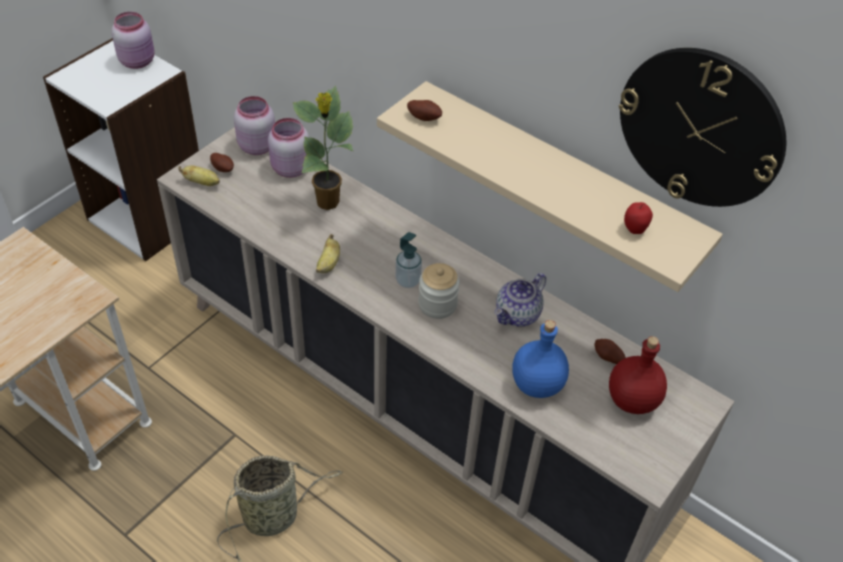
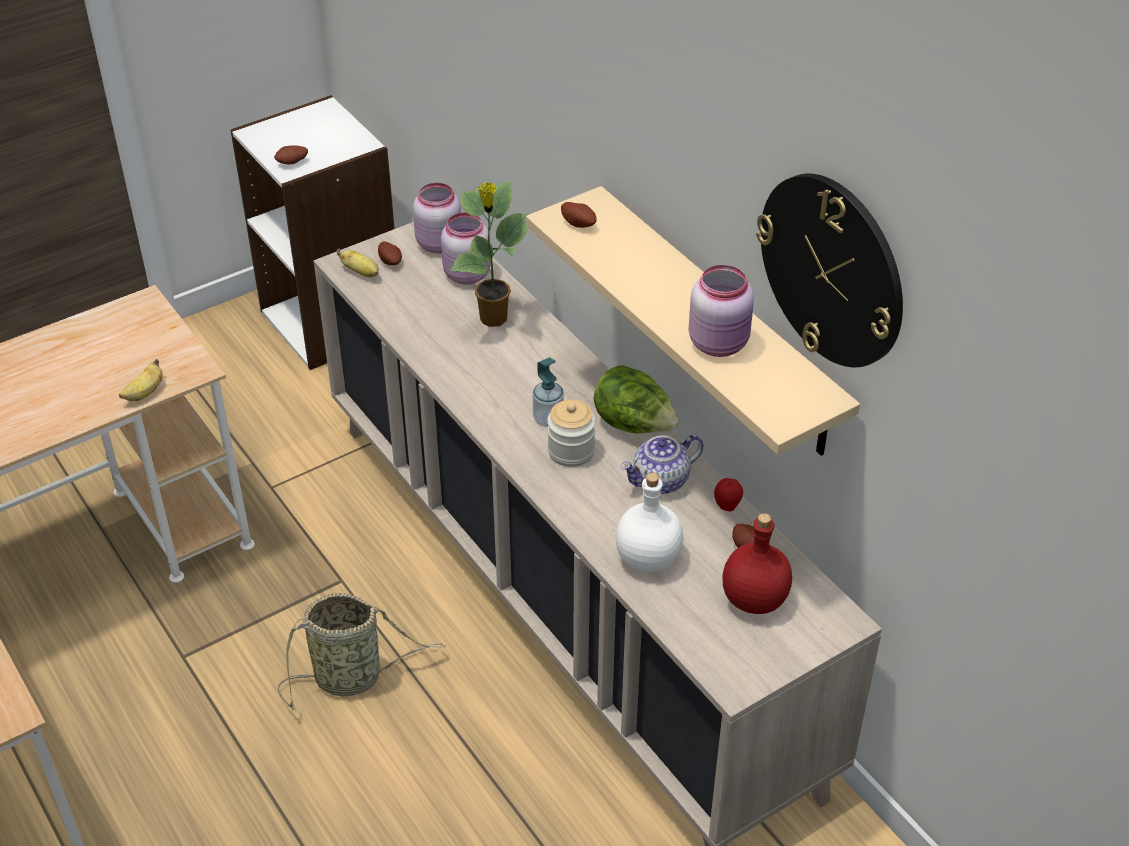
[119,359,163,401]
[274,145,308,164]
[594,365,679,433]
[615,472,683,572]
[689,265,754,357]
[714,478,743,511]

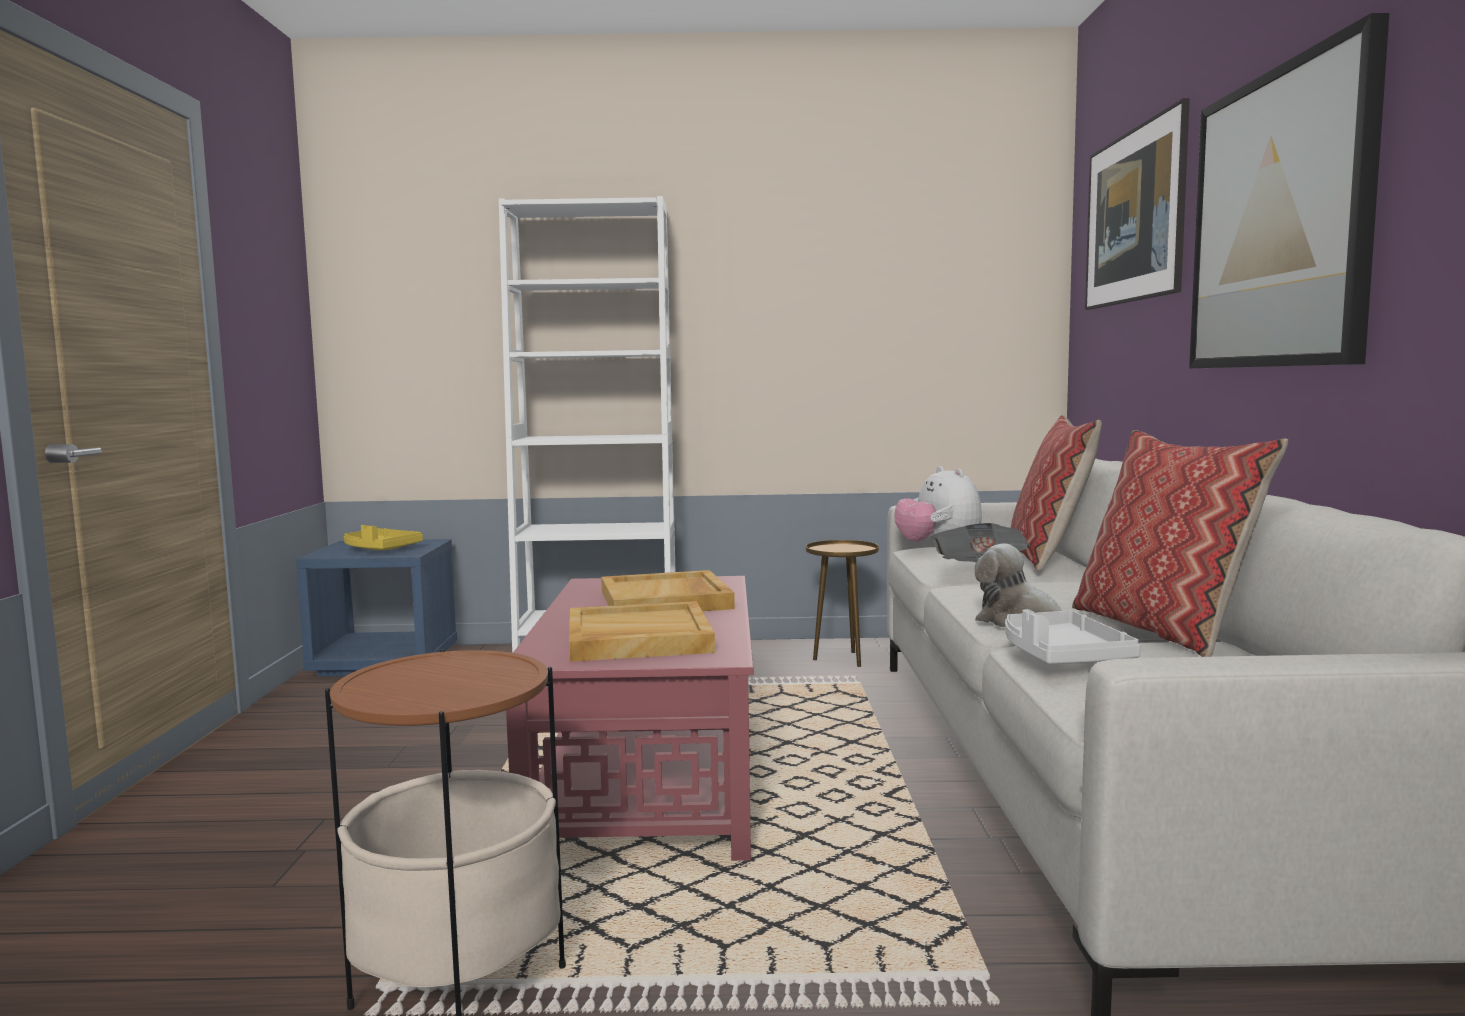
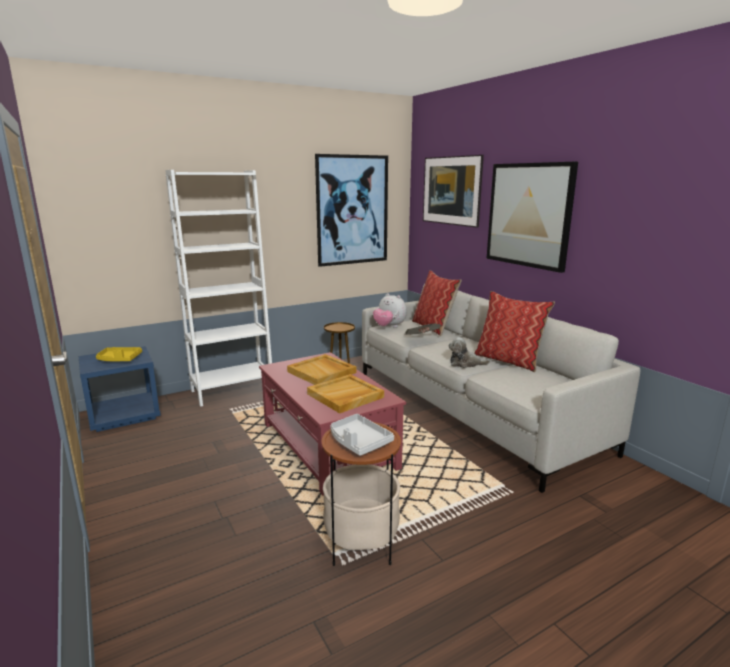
[315,154,388,267]
[330,414,394,456]

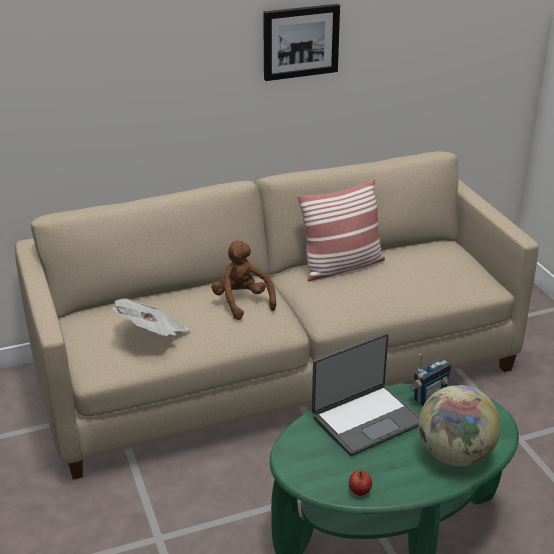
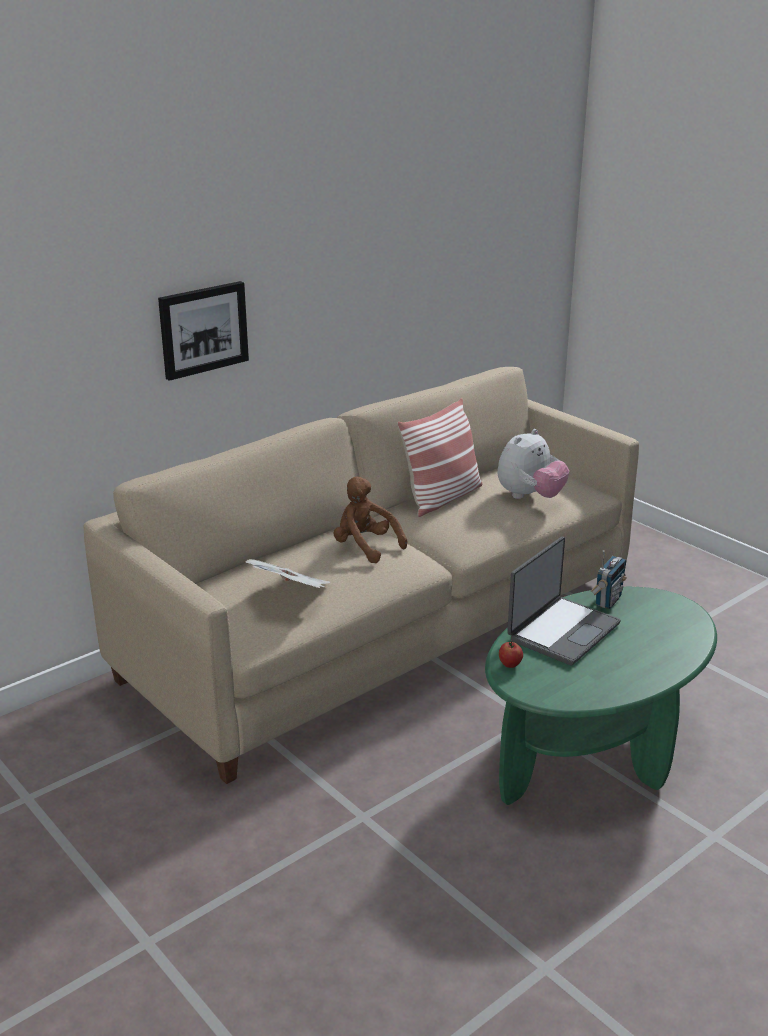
[158,281,249,381]
[498,429,569,499]
[499,641,523,668]
[419,385,501,466] (first image)

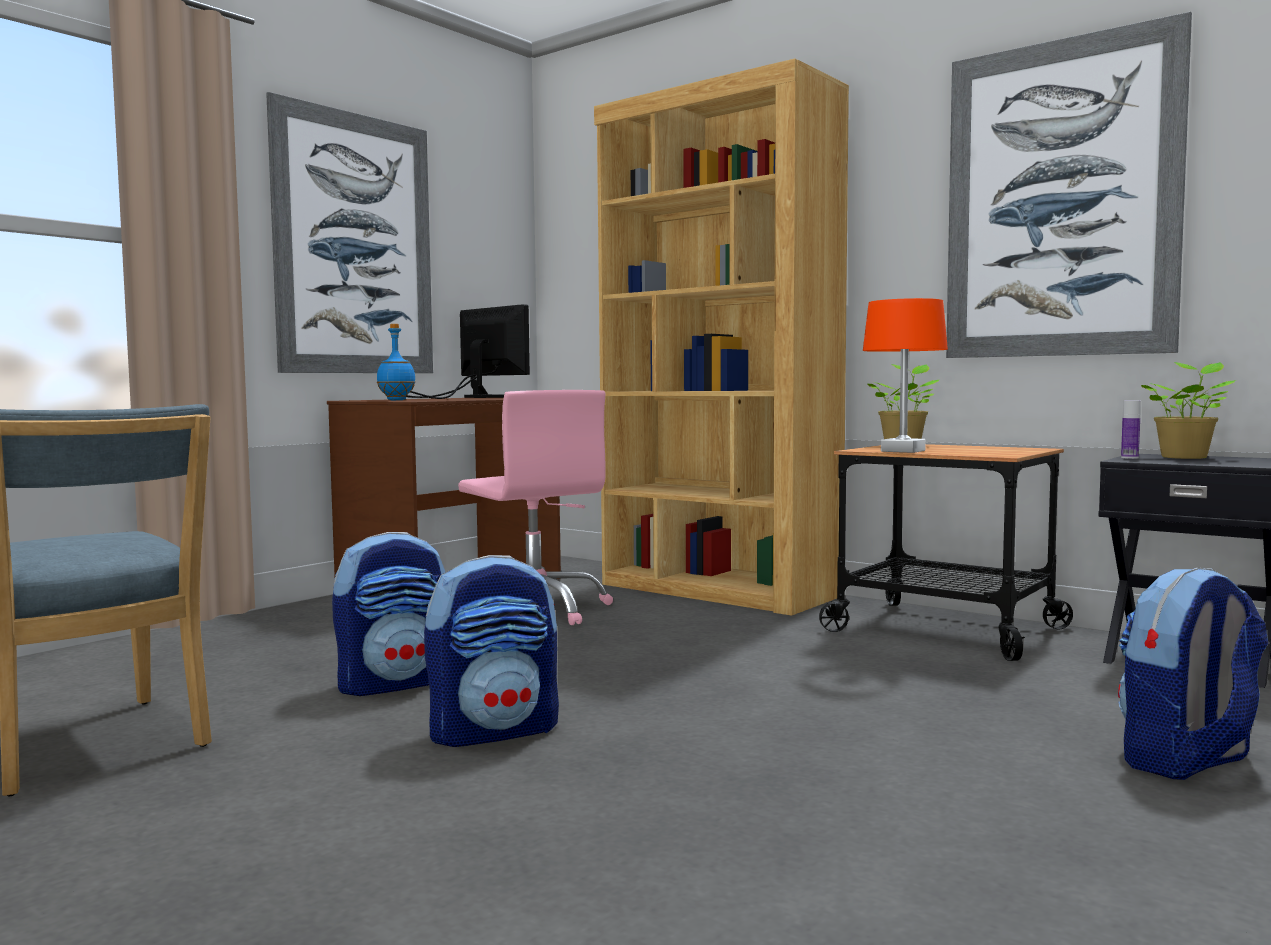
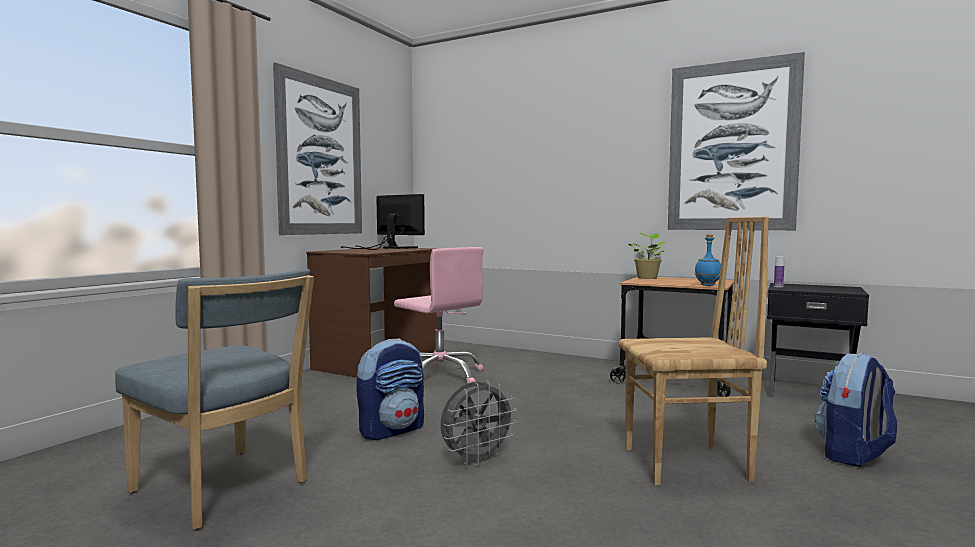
[441,380,517,466]
[619,217,769,485]
[695,234,721,286]
[594,58,849,616] (first image)
[863,298,948,453] (first image)
[1141,362,1236,459] (first image)

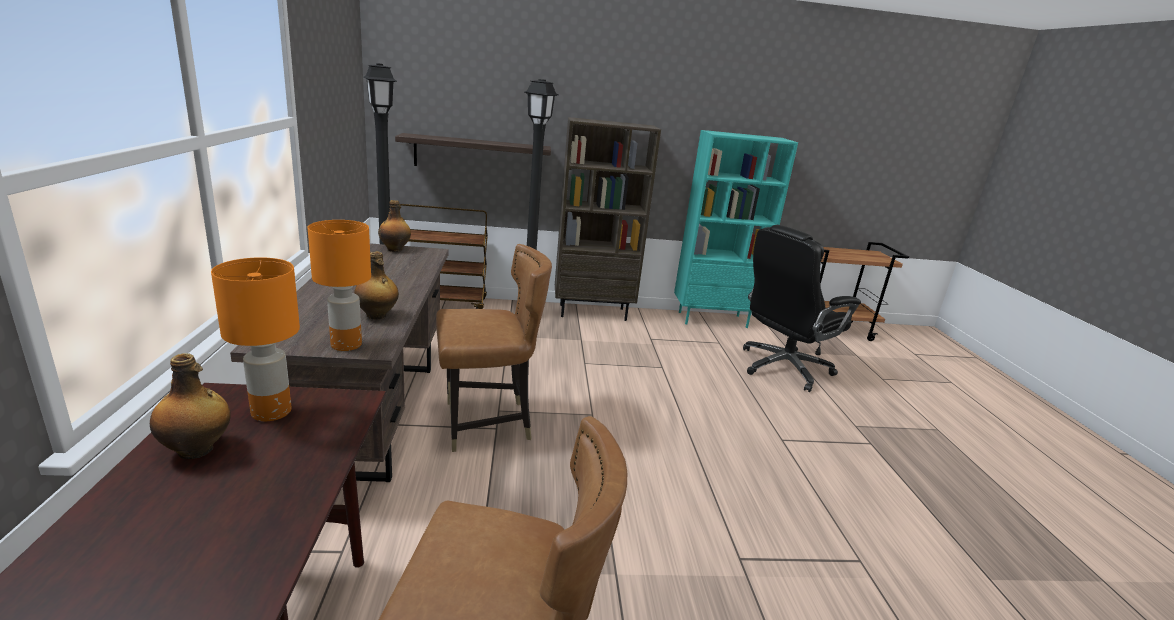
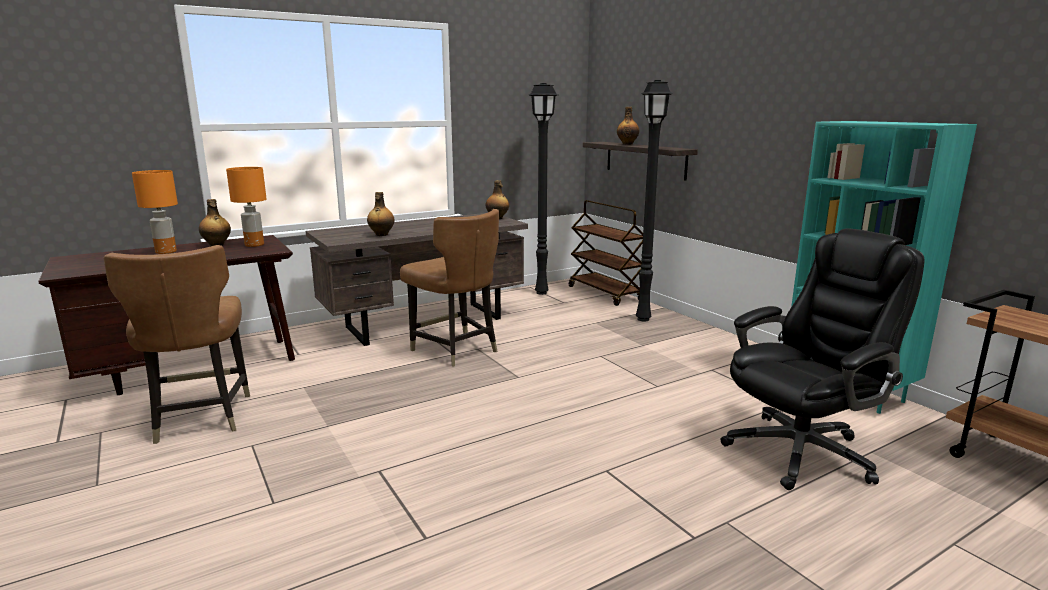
[132,170,178,254]
[617,107,639,145]
[720,229,924,490]
[555,117,661,321] (first image)

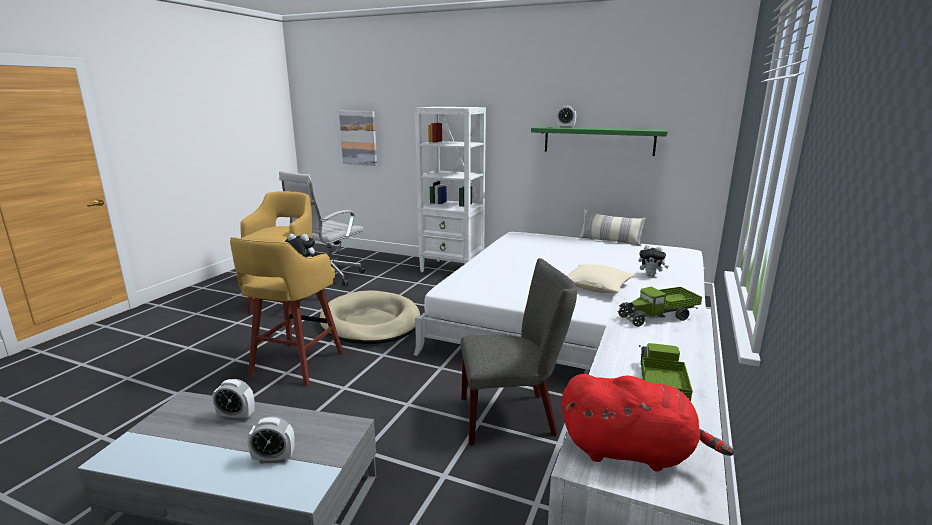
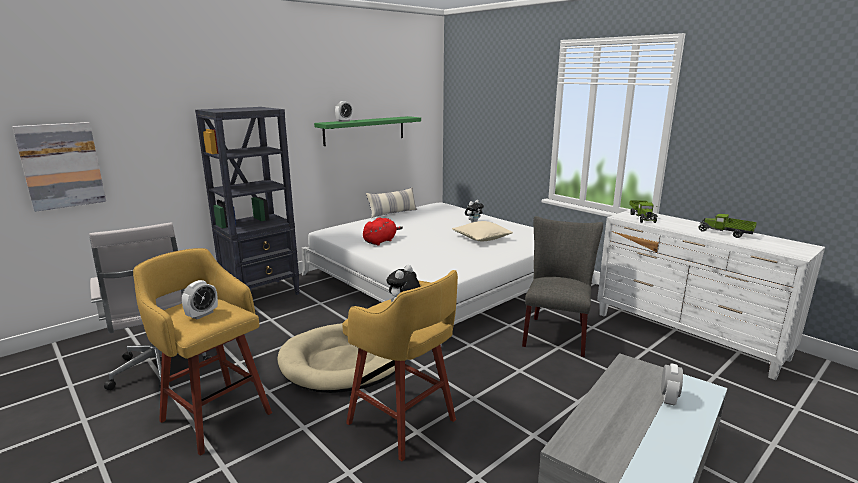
[182,280,218,319]
[195,107,300,295]
[363,217,403,246]

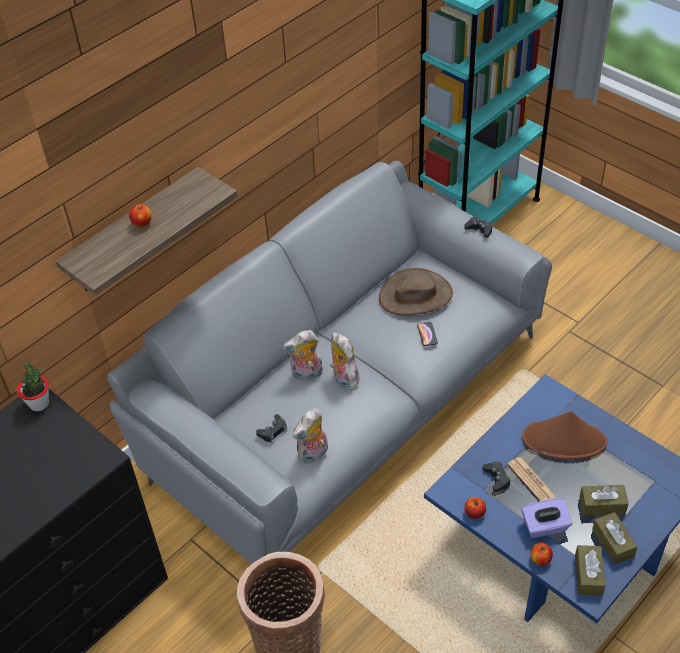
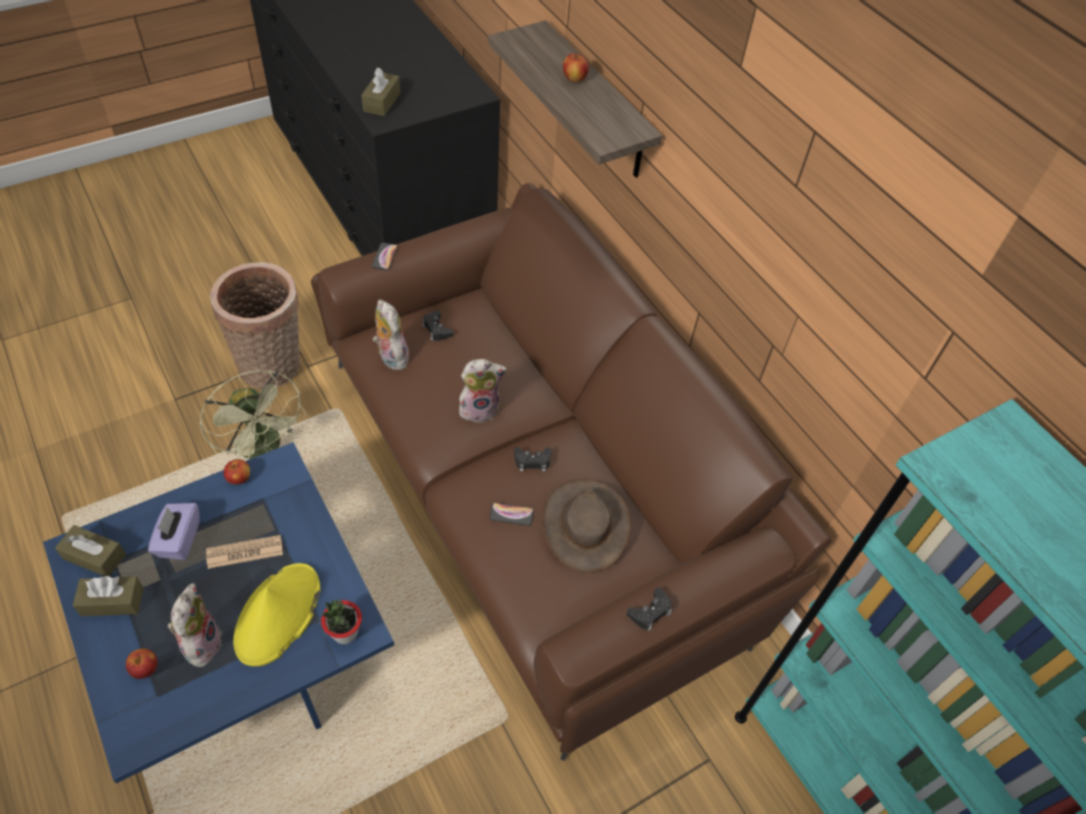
[126,649,157,679]
[168,583,222,668]
[200,370,306,461]
[233,563,320,666]
[311,183,832,761]
[321,598,362,644]
[361,68,401,116]
[372,243,398,270]
[514,447,552,472]

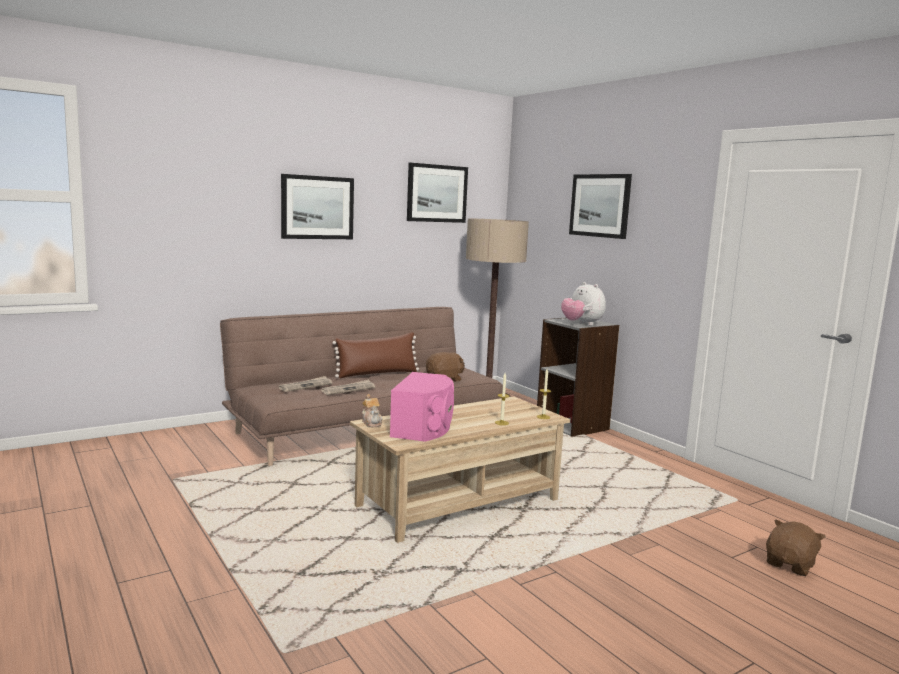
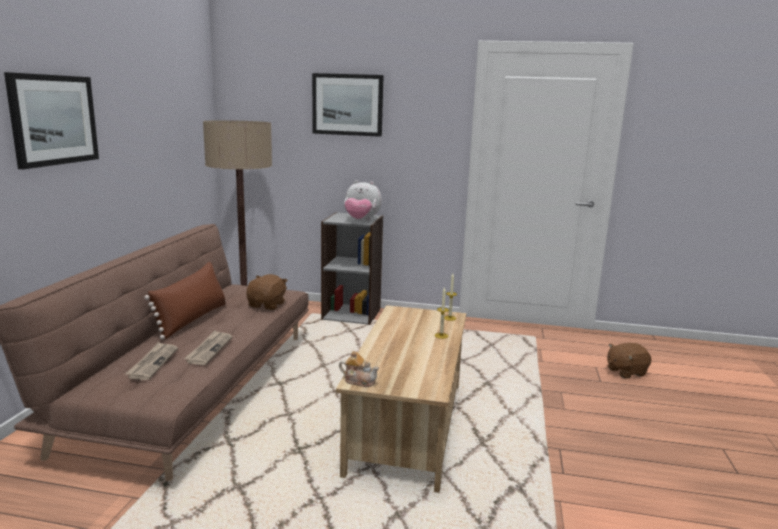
[607,343,651,379]
[390,372,454,442] (first image)
[407,163,468,223] (first image)

